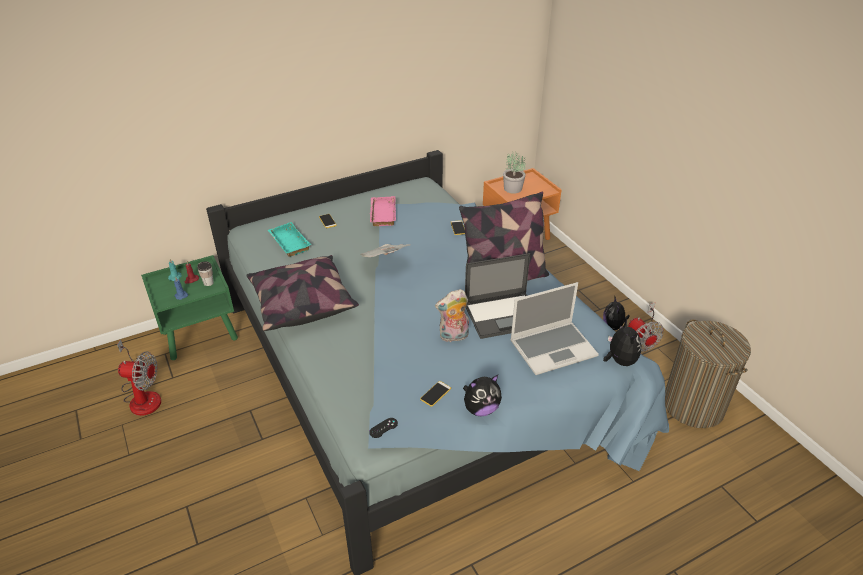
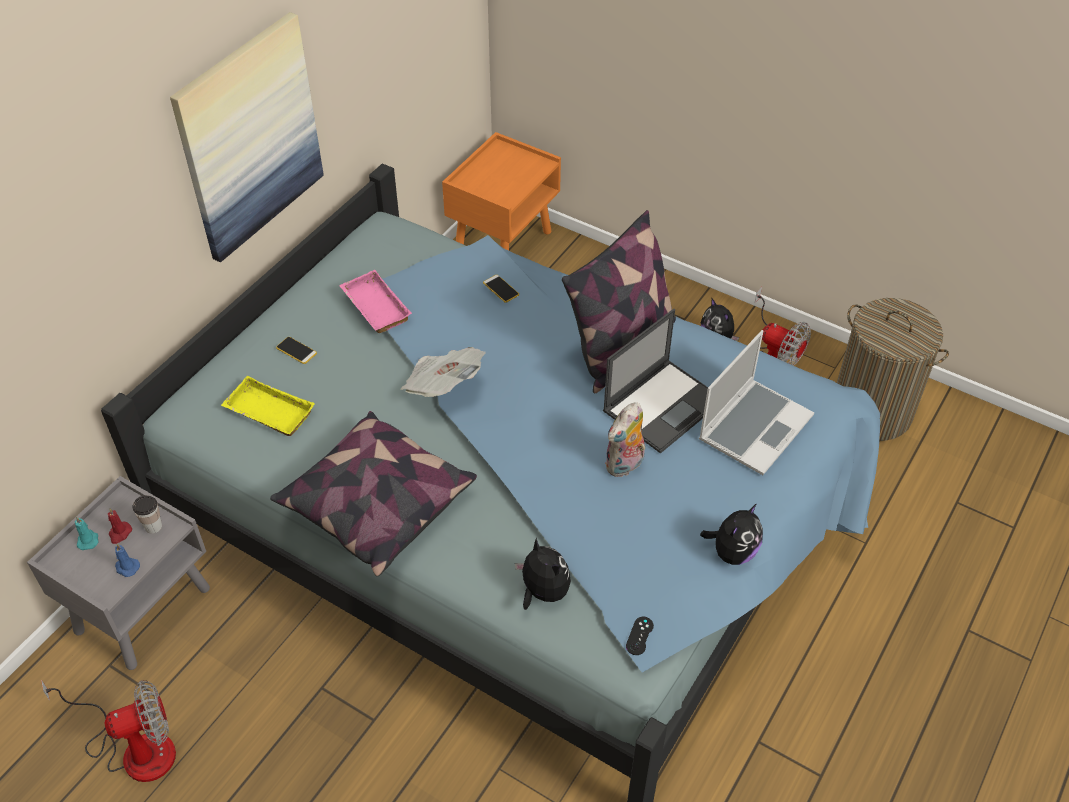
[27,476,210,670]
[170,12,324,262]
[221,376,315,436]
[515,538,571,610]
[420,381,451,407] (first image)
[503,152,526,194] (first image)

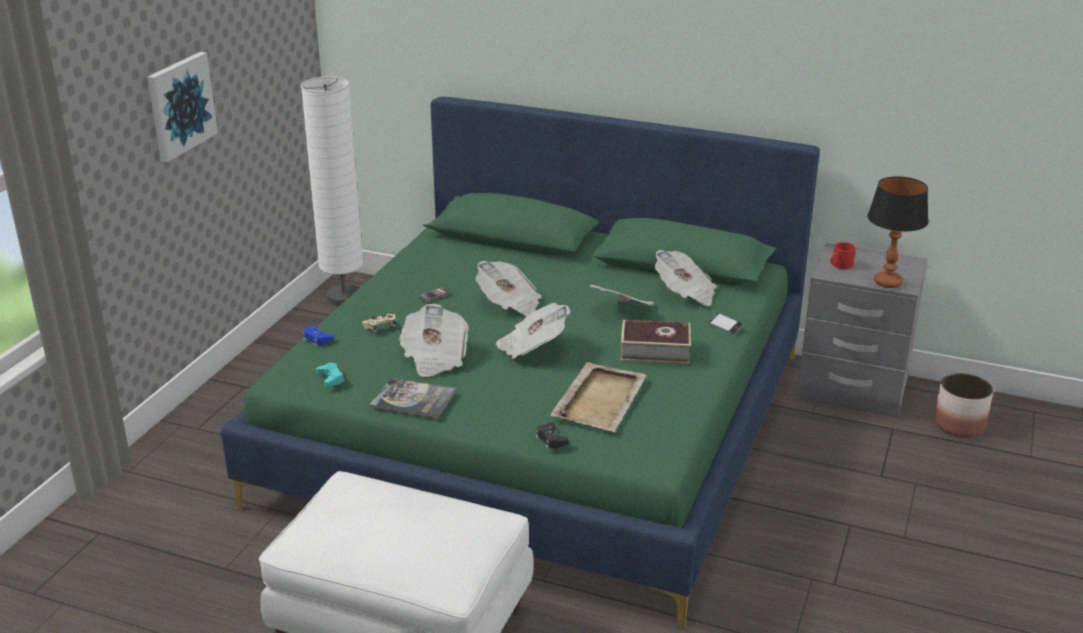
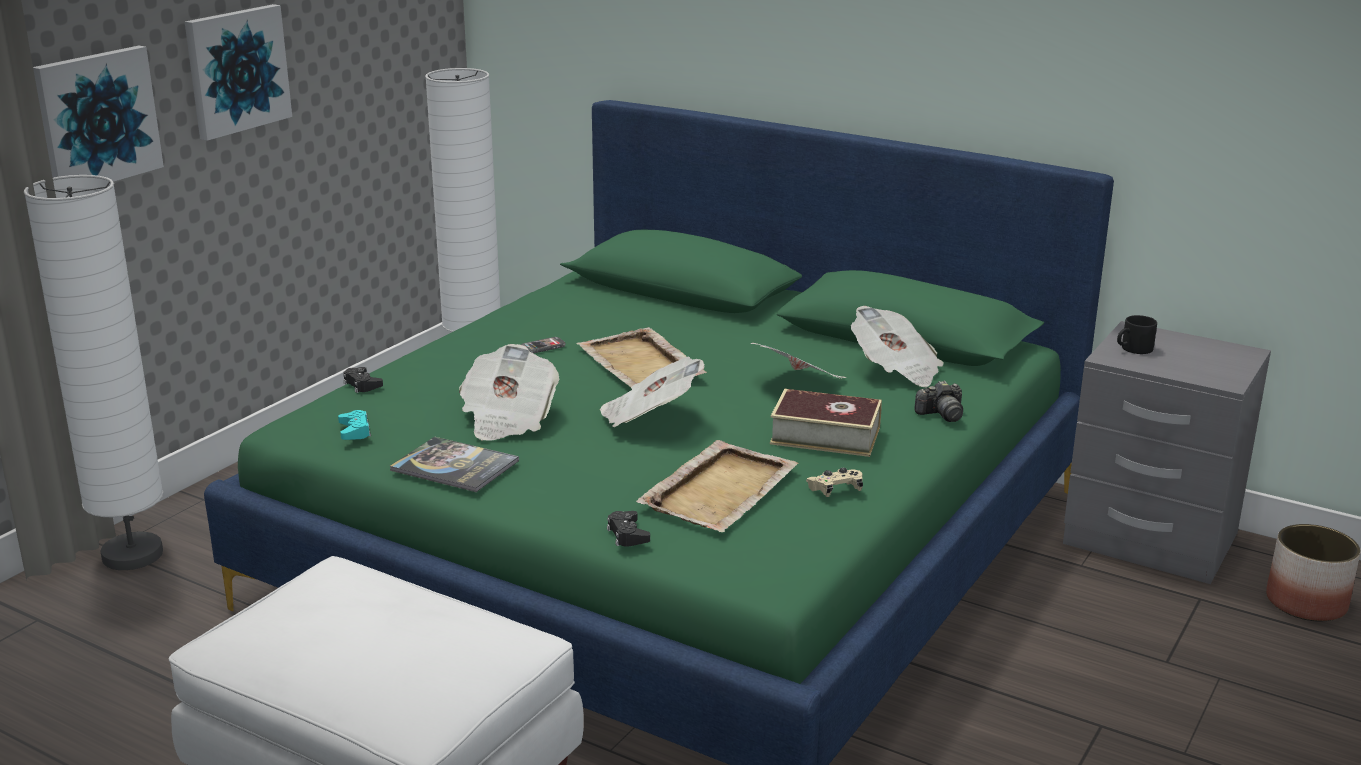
[24,175,163,570]
[33,46,164,182]
[343,367,383,393]
[577,327,707,387]
[806,468,863,497]
[915,381,963,422]
[1117,315,1157,354]
[867,176,928,288] (first image)

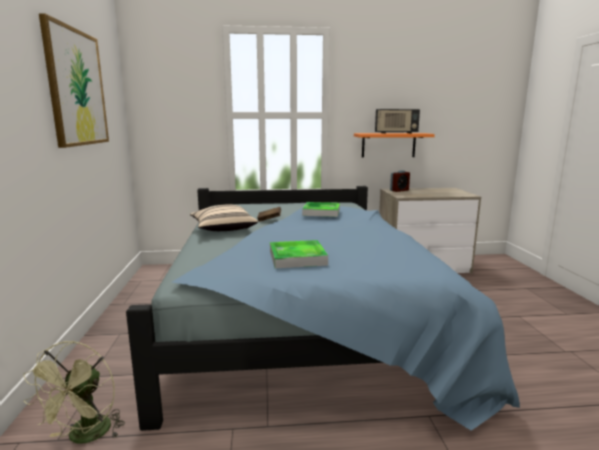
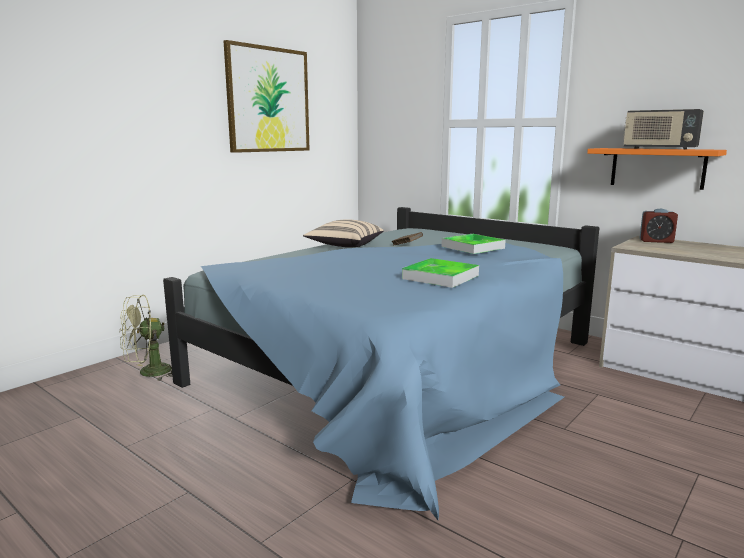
[402,258,479,288]

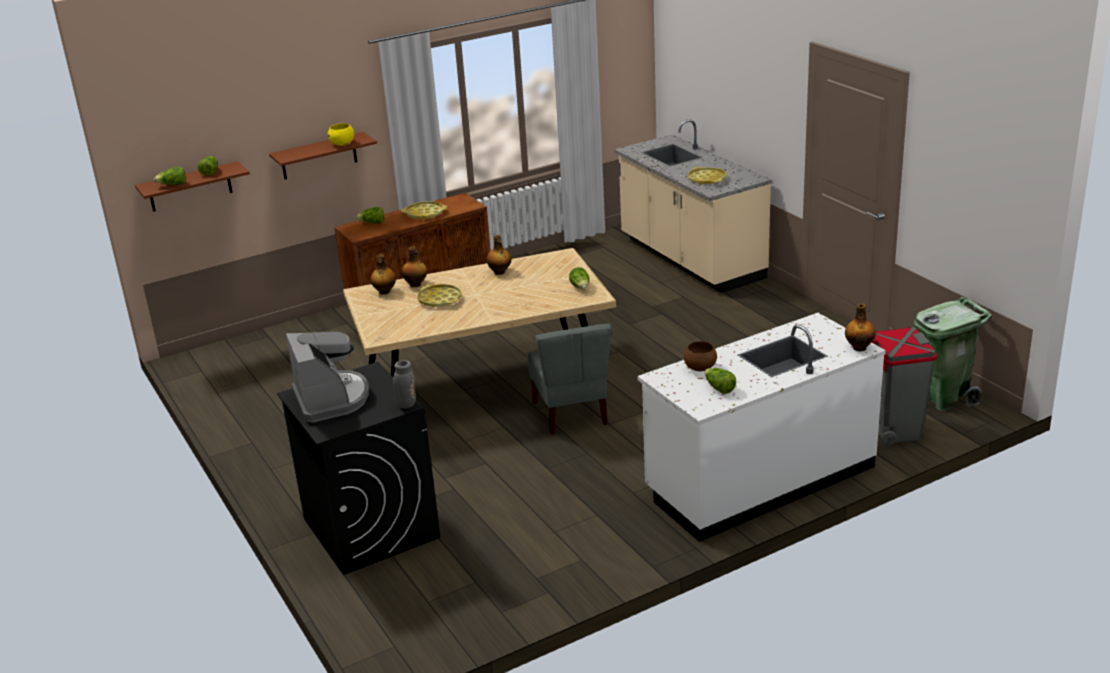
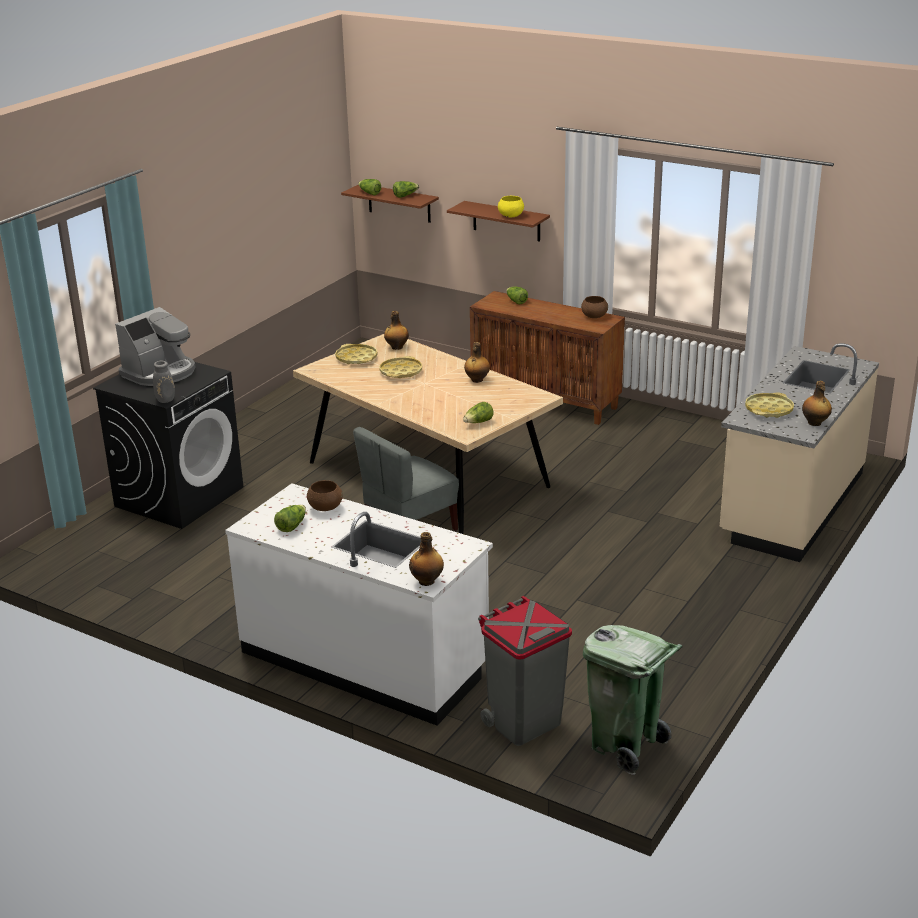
[335,344,378,365]
[581,296,608,318]
[802,381,832,426]

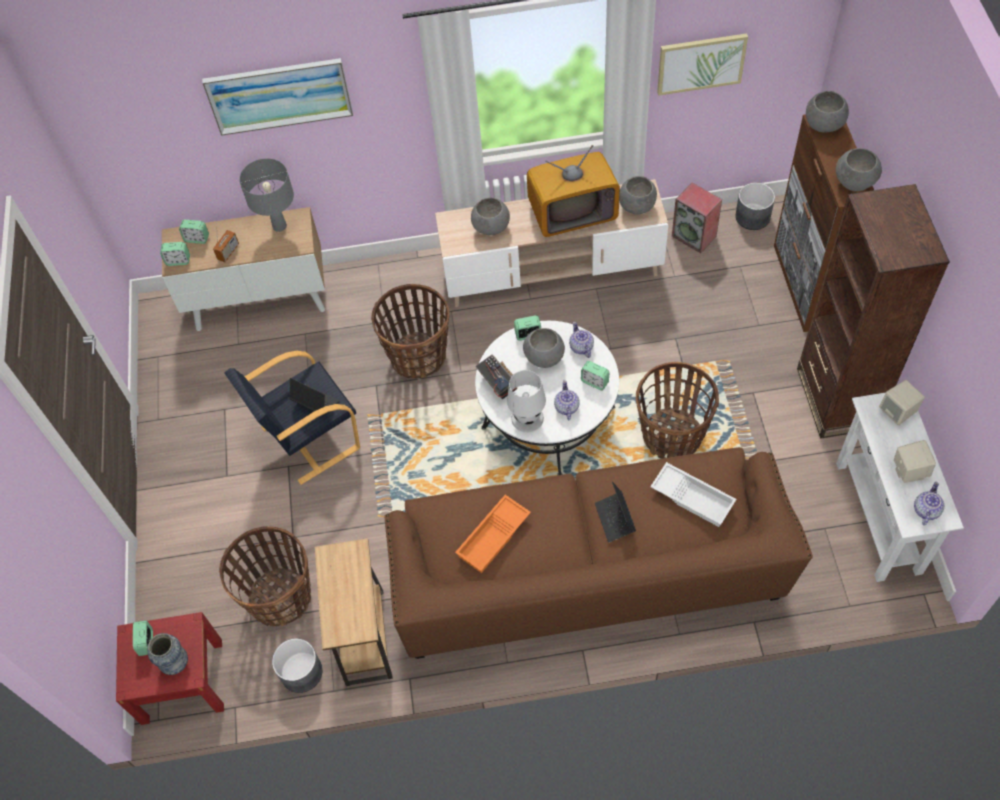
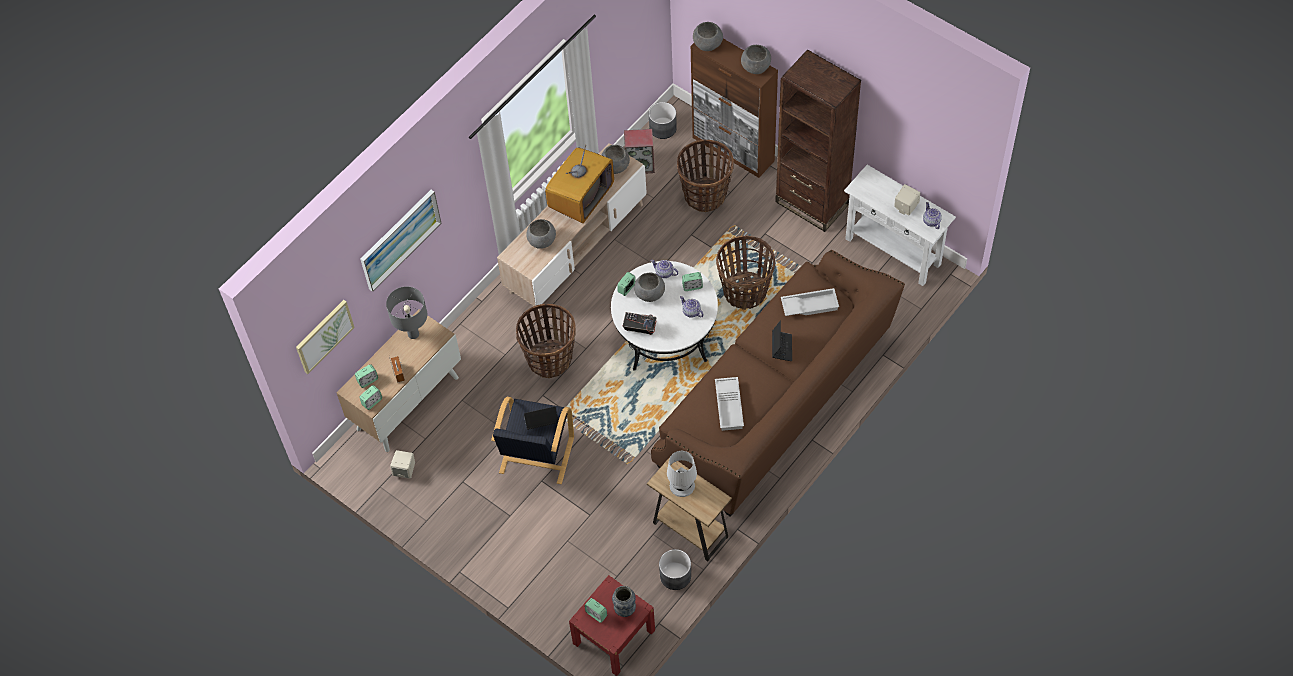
[296,300,355,374]
[390,450,415,479]
[667,451,697,497]
[677,140,734,212]
[715,377,744,431]
[772,320,792,361]

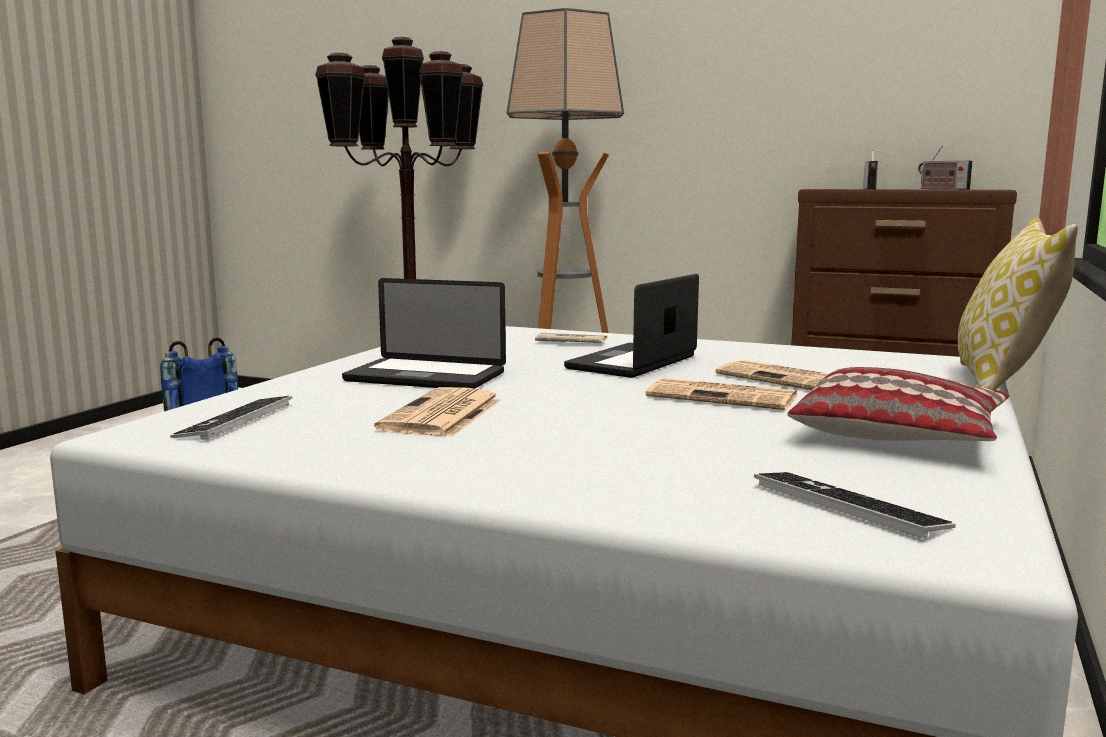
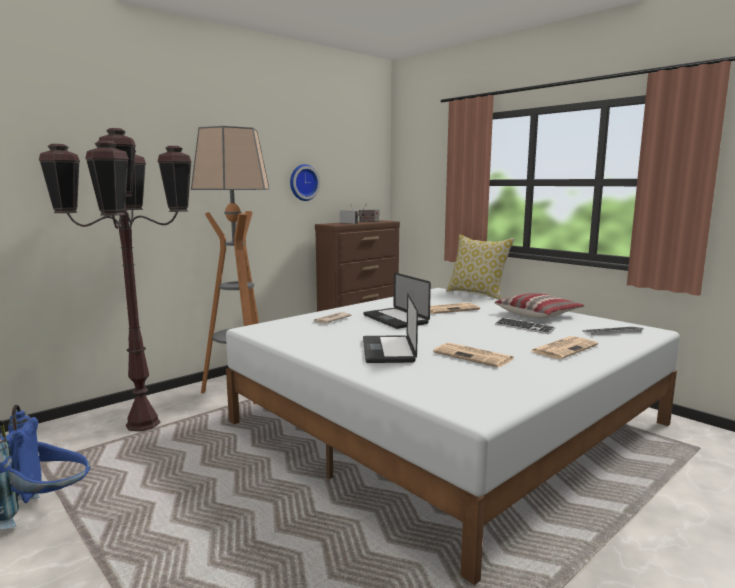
[290,164,320,201]
[363,293,418,363]
[495,318,555,334]
[531,336,598,359]

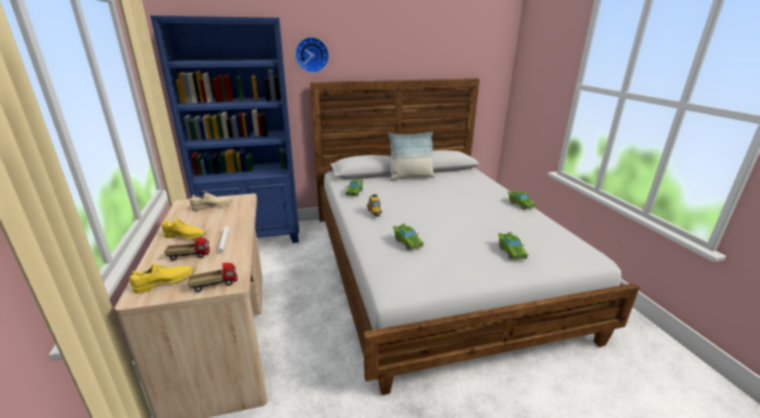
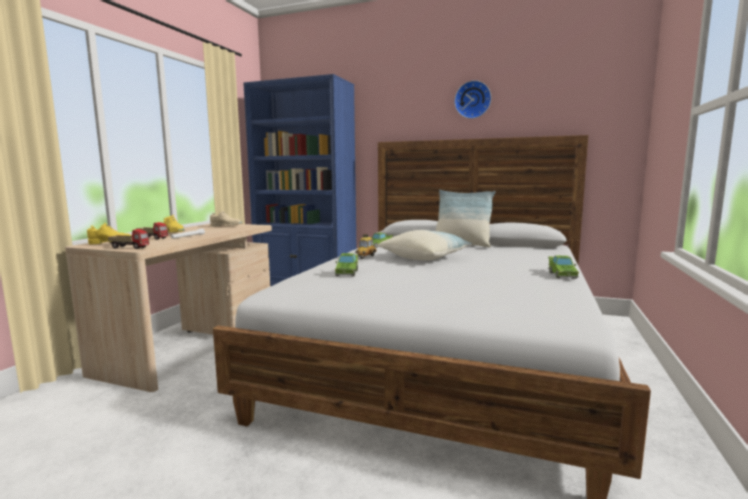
[377,230,472,260]
[454,80,491,119]
[498,232,528,260] (first image)

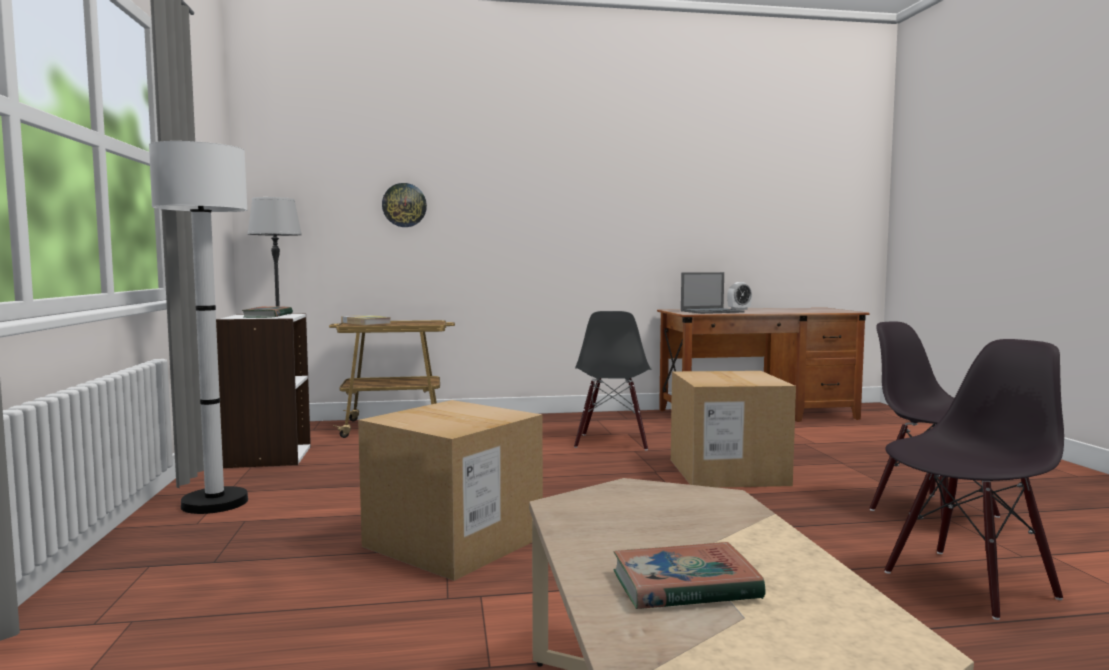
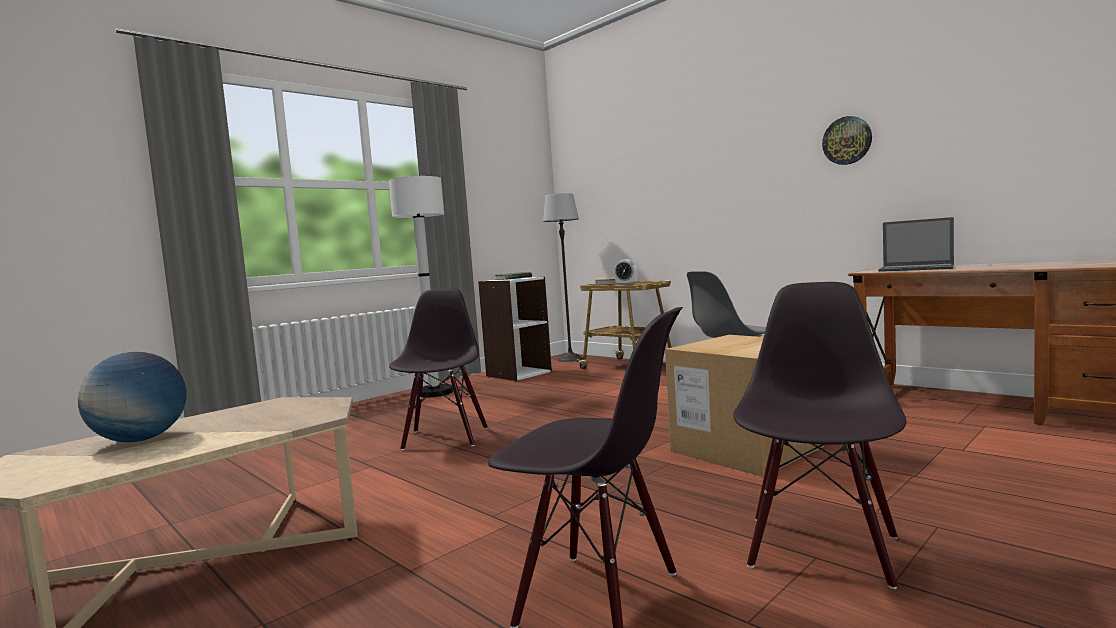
[78,352,187,442]
[389,288,488,450]
[614,259,638,285]
[822,116,872,165]

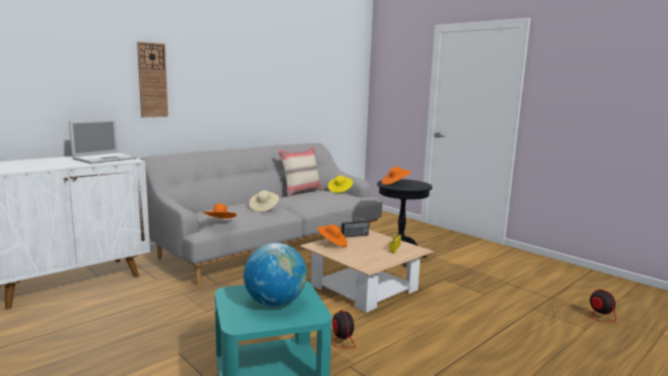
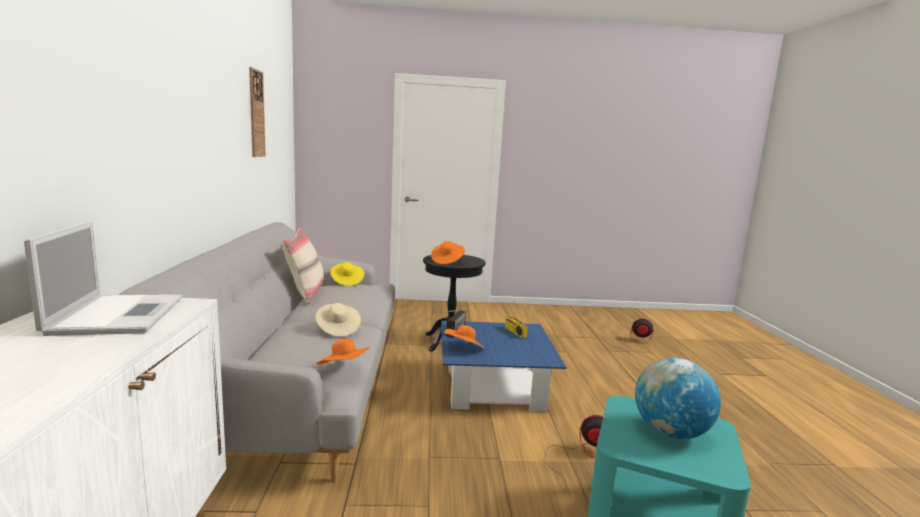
[249,67,266,157]
[441,321,567,411]

